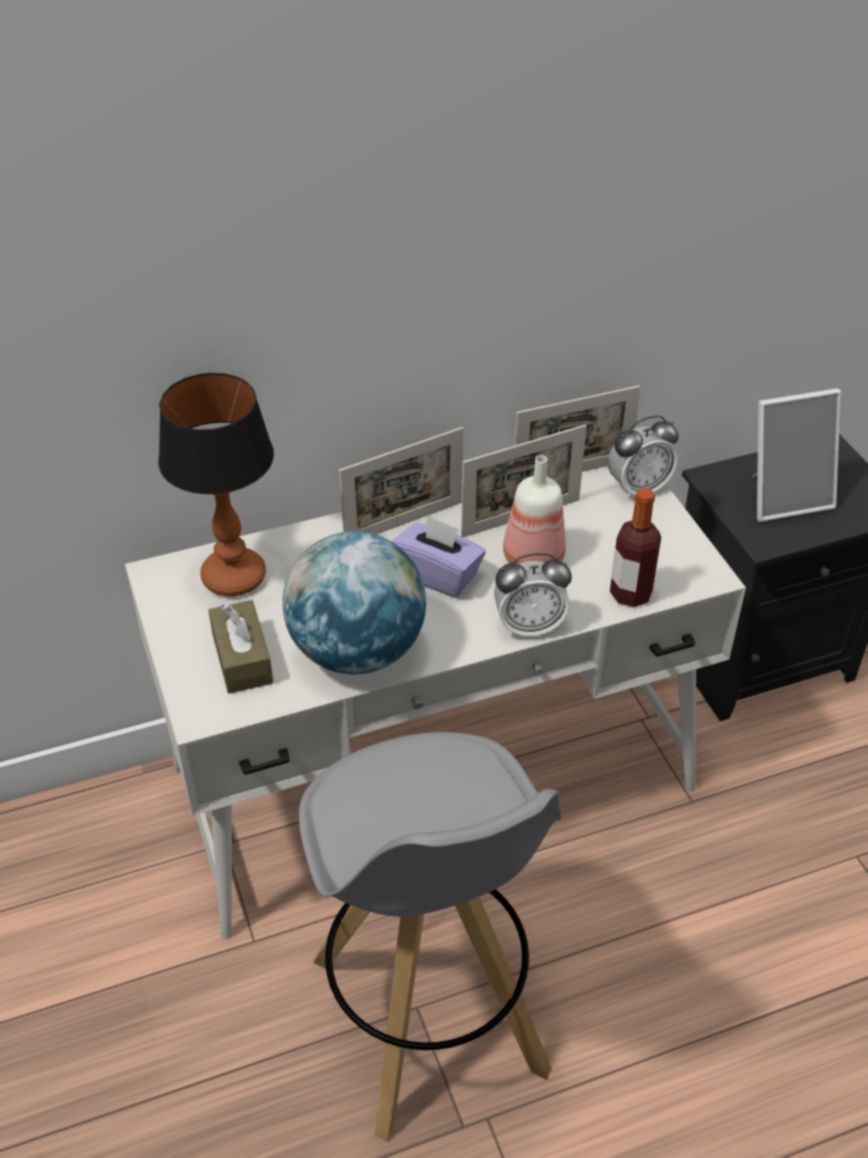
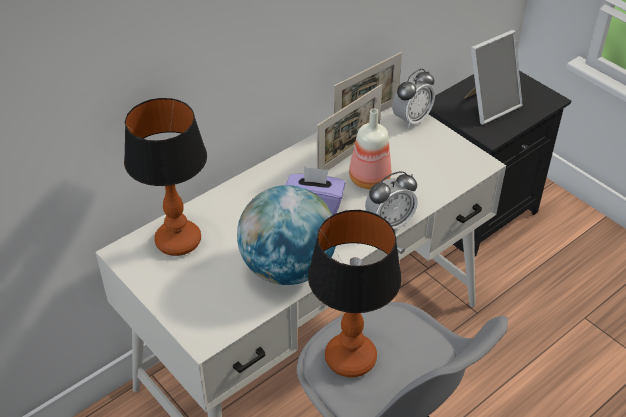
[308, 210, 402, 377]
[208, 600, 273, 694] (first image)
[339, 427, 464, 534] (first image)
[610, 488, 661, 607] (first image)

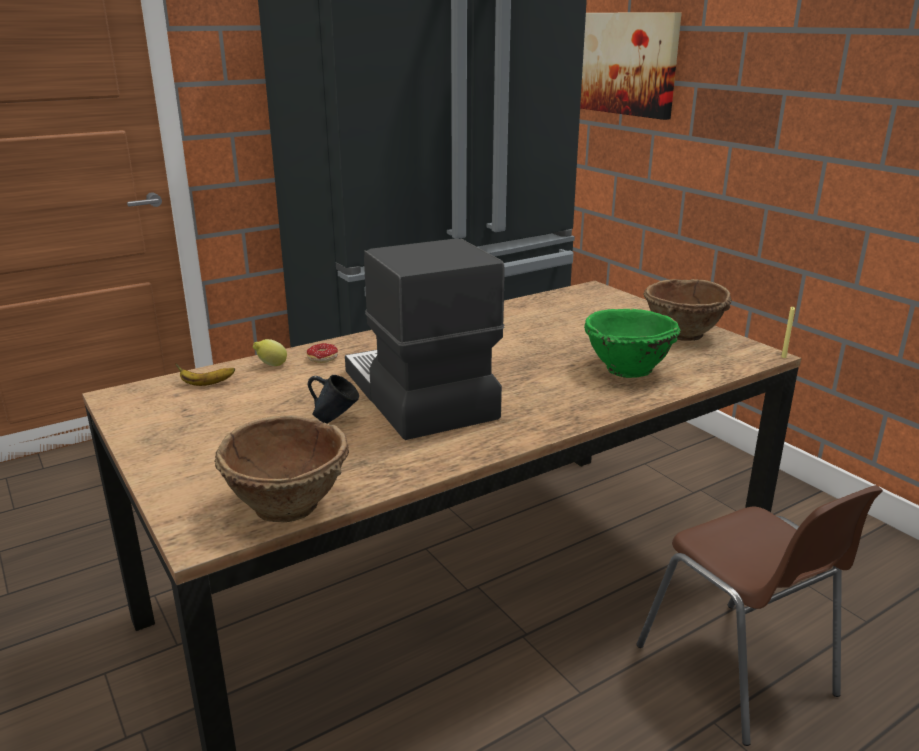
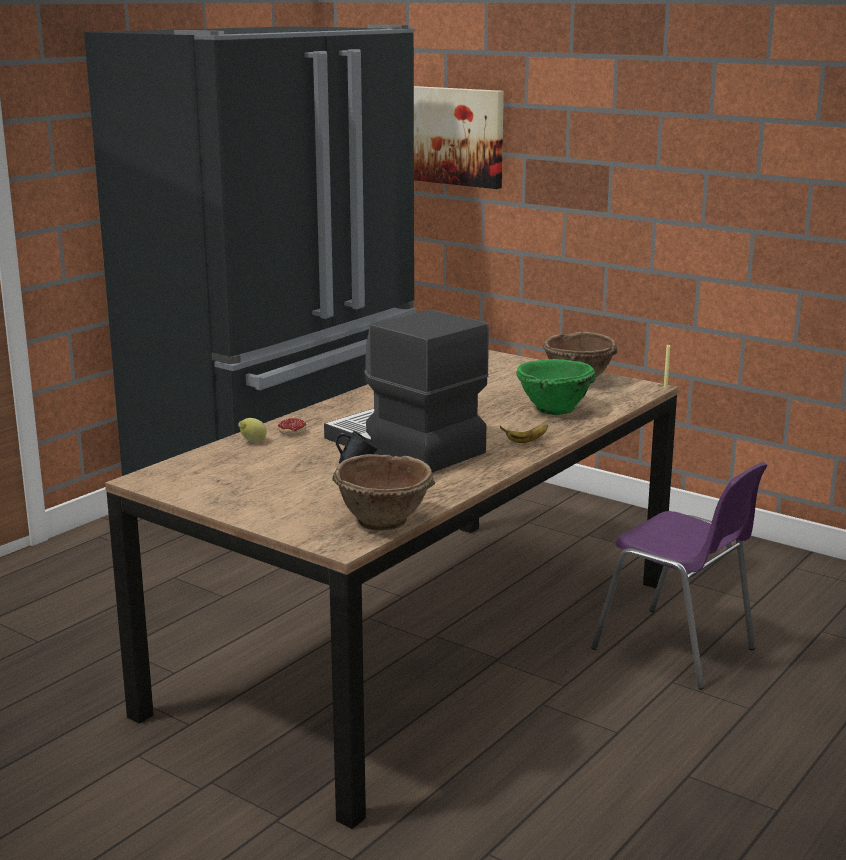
[500, 424, 548, 443]
[591, 462, 768, 690]

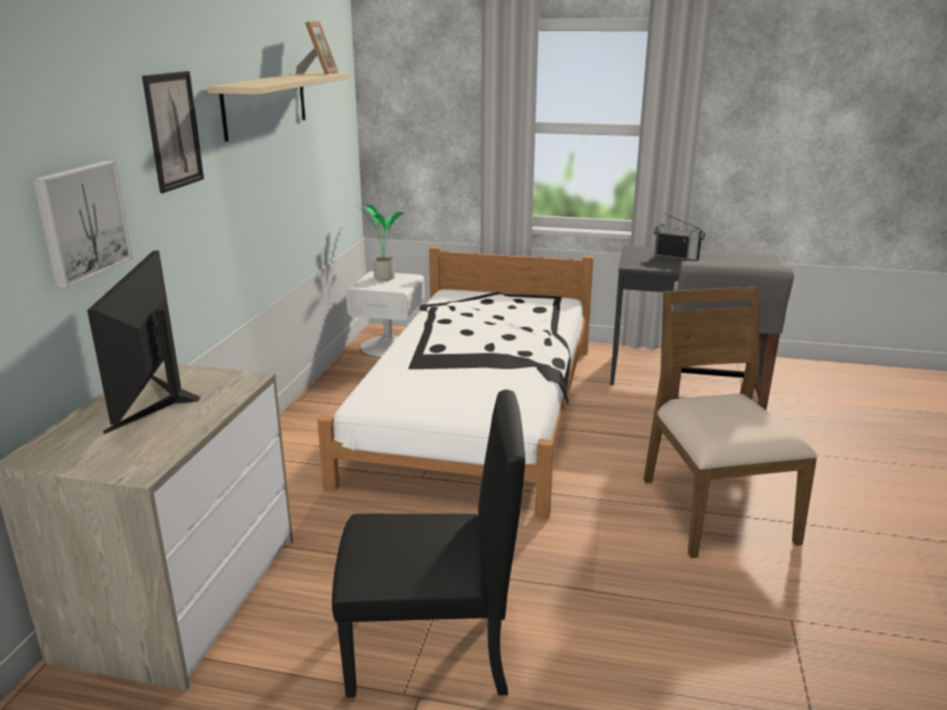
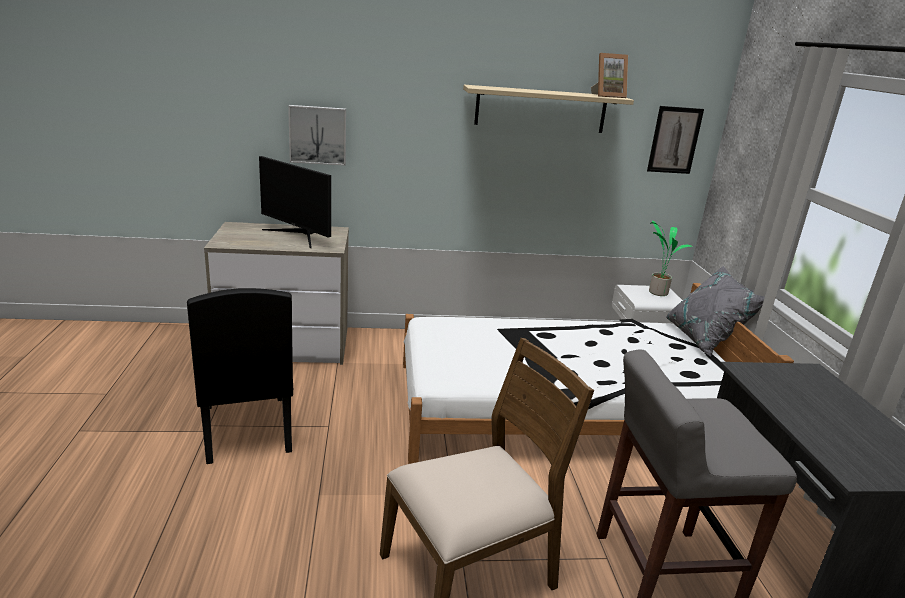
[259, 156, 331, 248]
[647, 106, 704, 174]
[666, 266, 765, 357]
[654, 213, 705, 261] (first image)

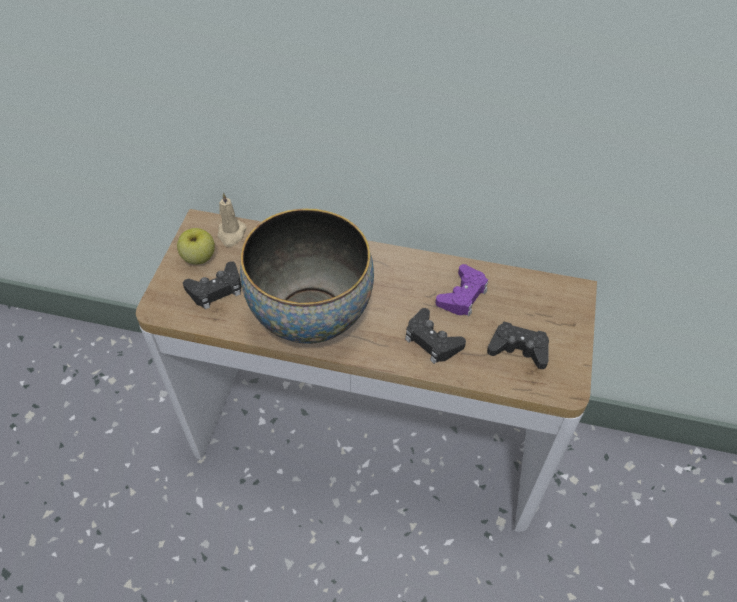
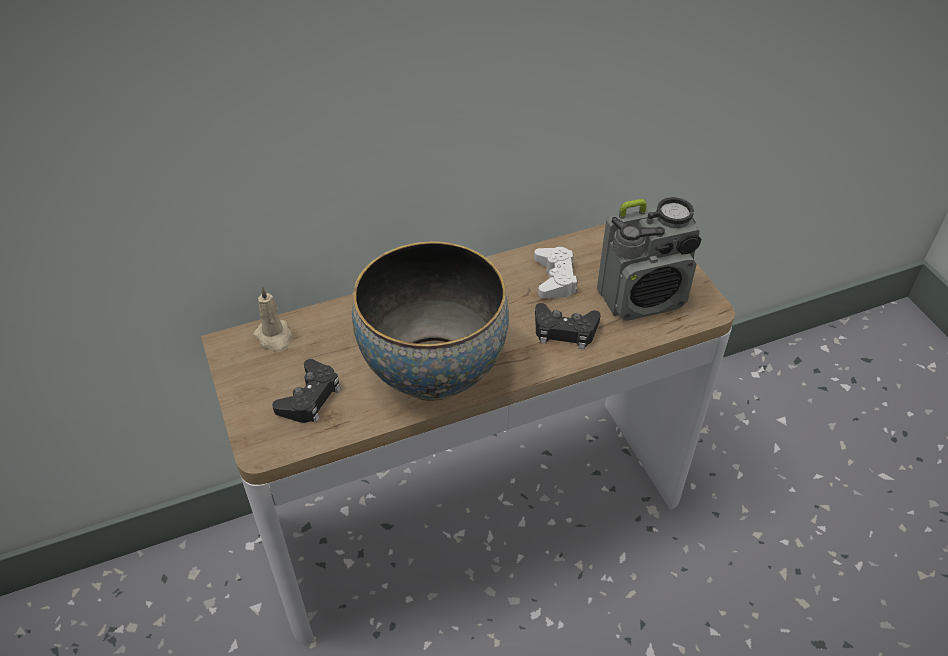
[534, 247, 577, 298]
[597, 197, 701, 320]
[177, 228, 215, 264] (first image)

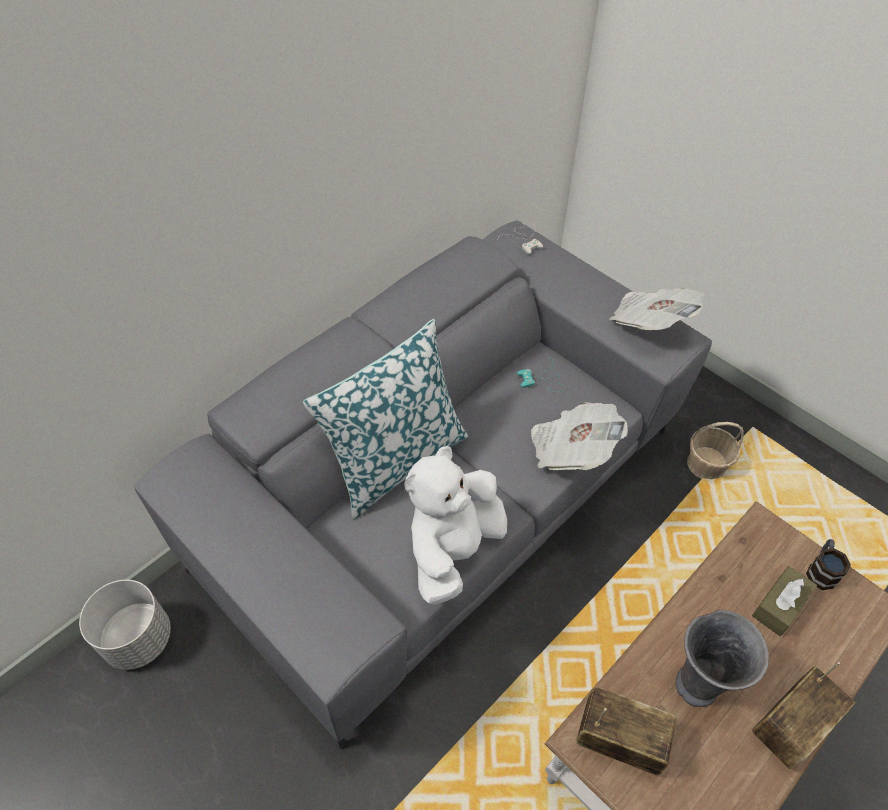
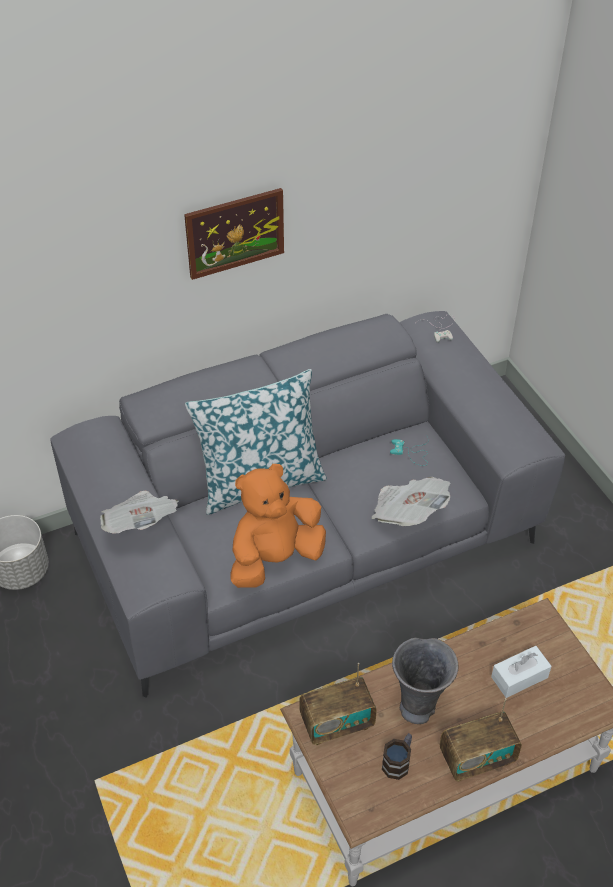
[100, 491, 178, 533]
[184, 188, 284, 280]
[231, 464, 326, 588]
[300, 663, 377, 745]
[382, 733, 412, 780]
[491, 646, 551, 698]
[687, 422, 744, 479] (first image)

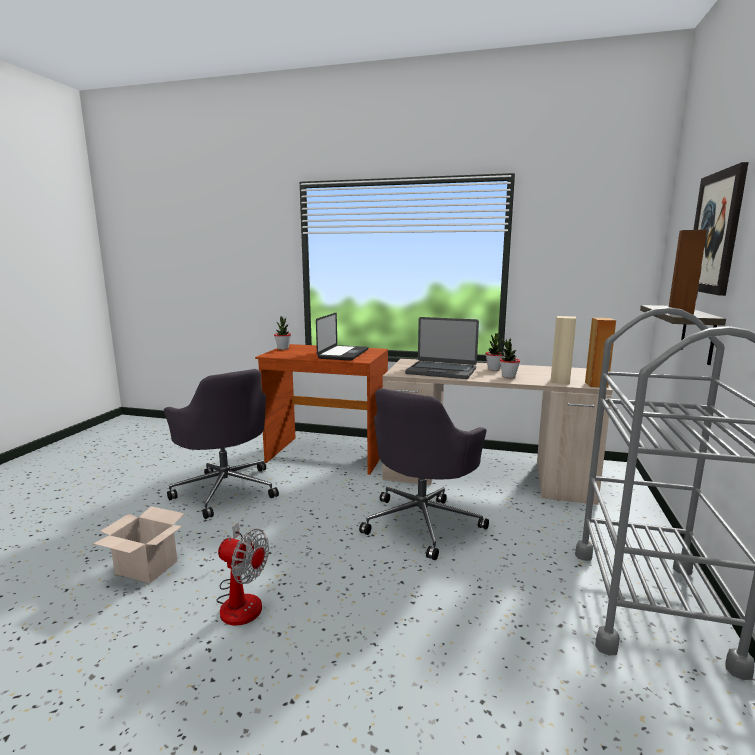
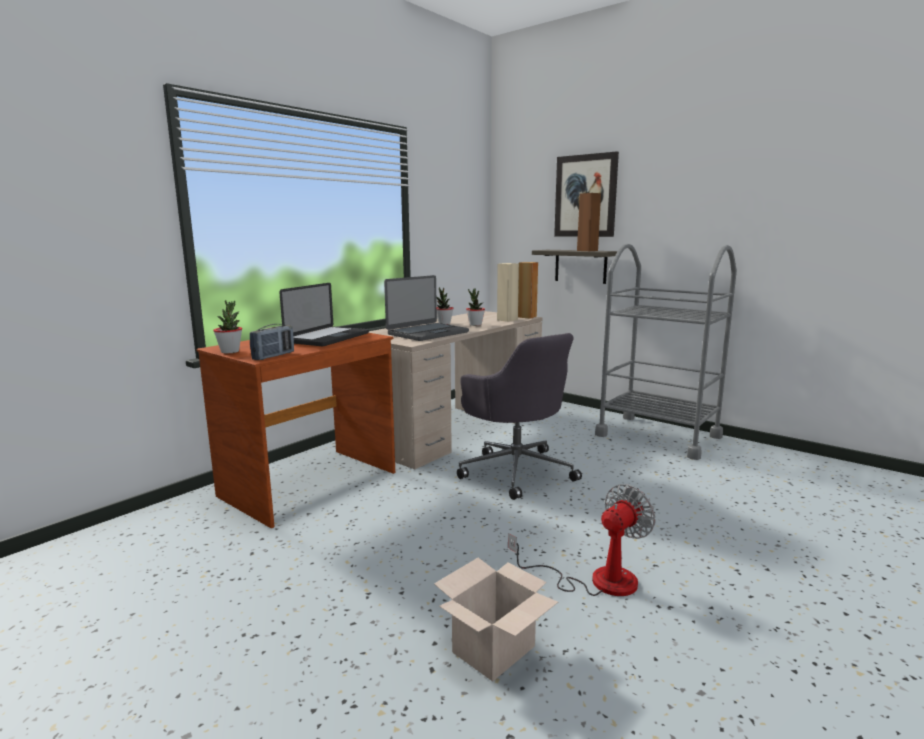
[250, 324, 294, 360]
[279, 283, 369, 346]
[164, 369, 279, 519] (first image)

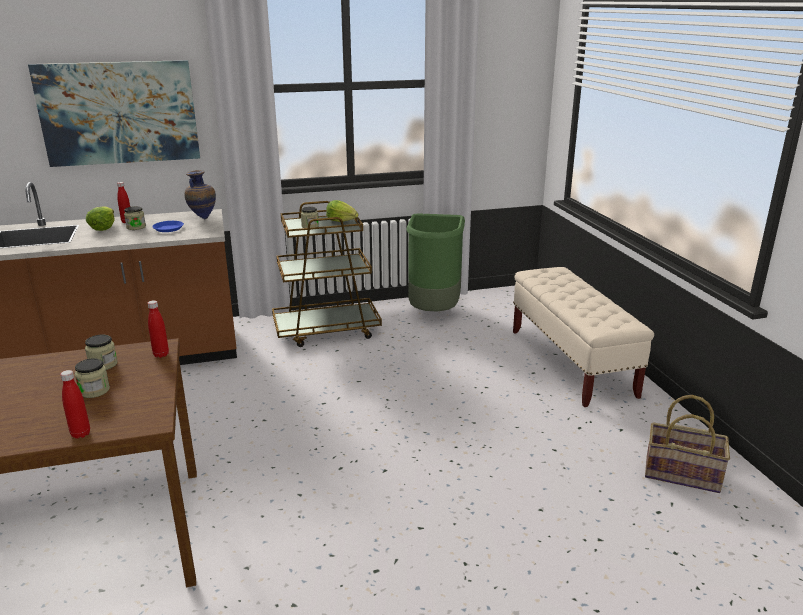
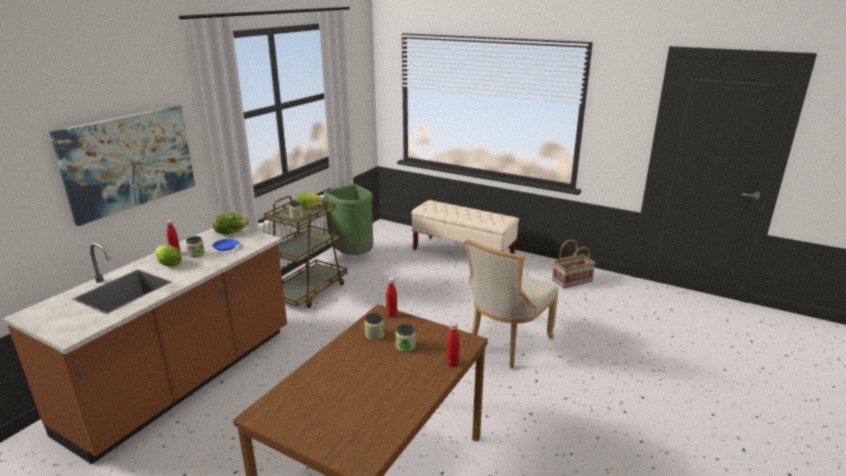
[212, 213, 249, 234]
[465, 239, 558, 369]

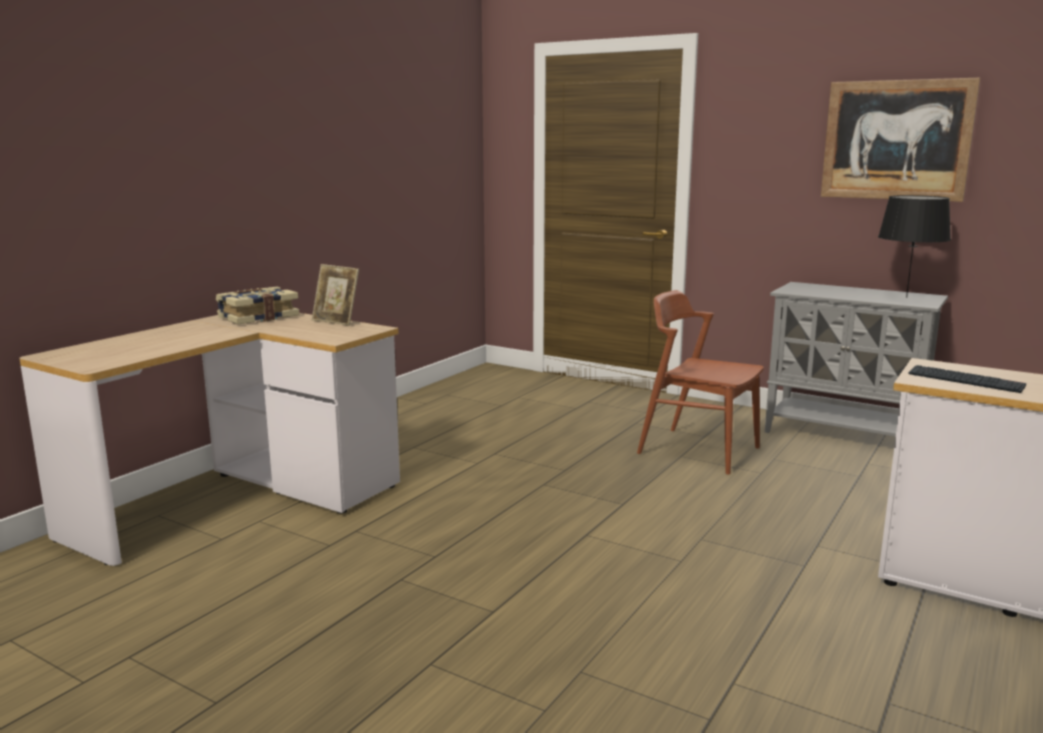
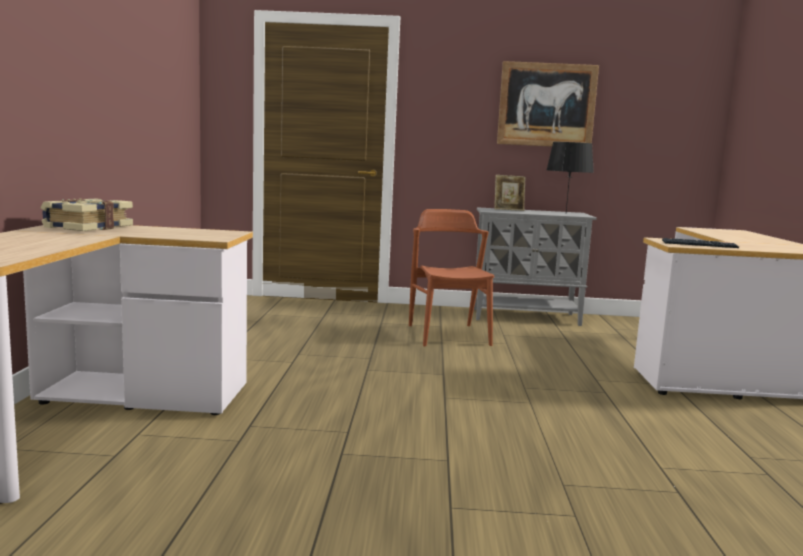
[409, 209, 494, 346]
[494, 175, 526, 211]

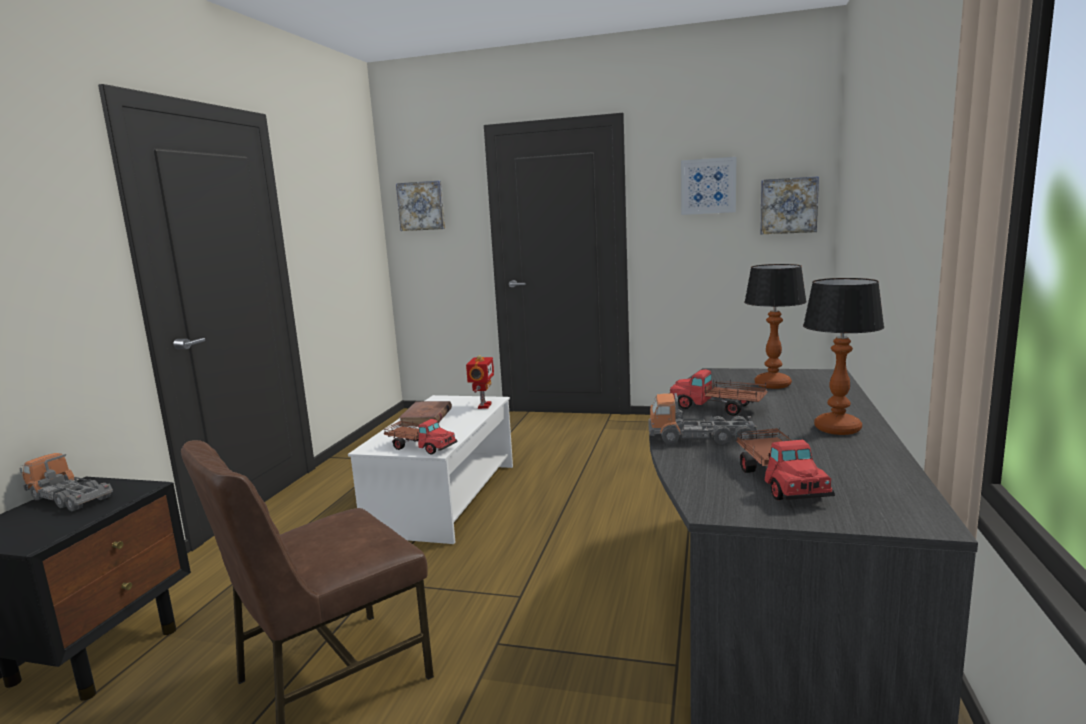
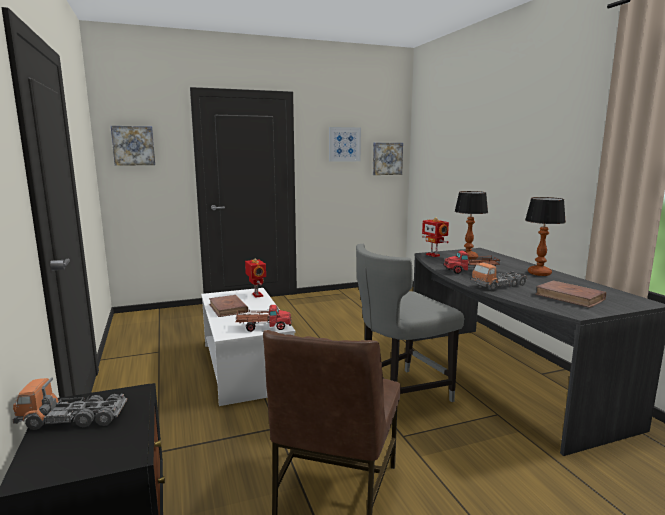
[356, 244, 464, 402]
[422, 217, 449, 257]
[535, 281, 606, 308]

